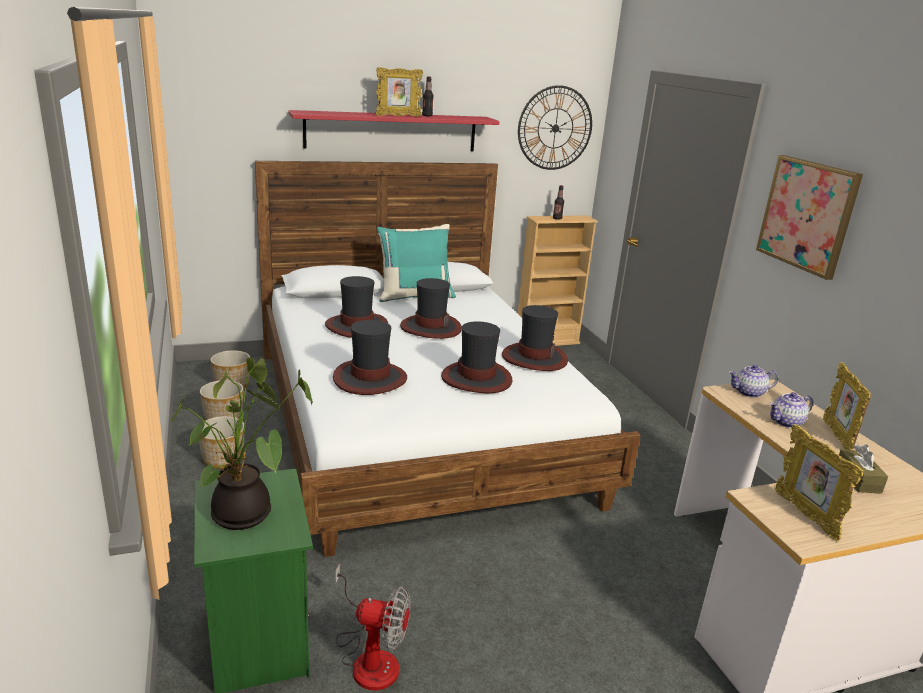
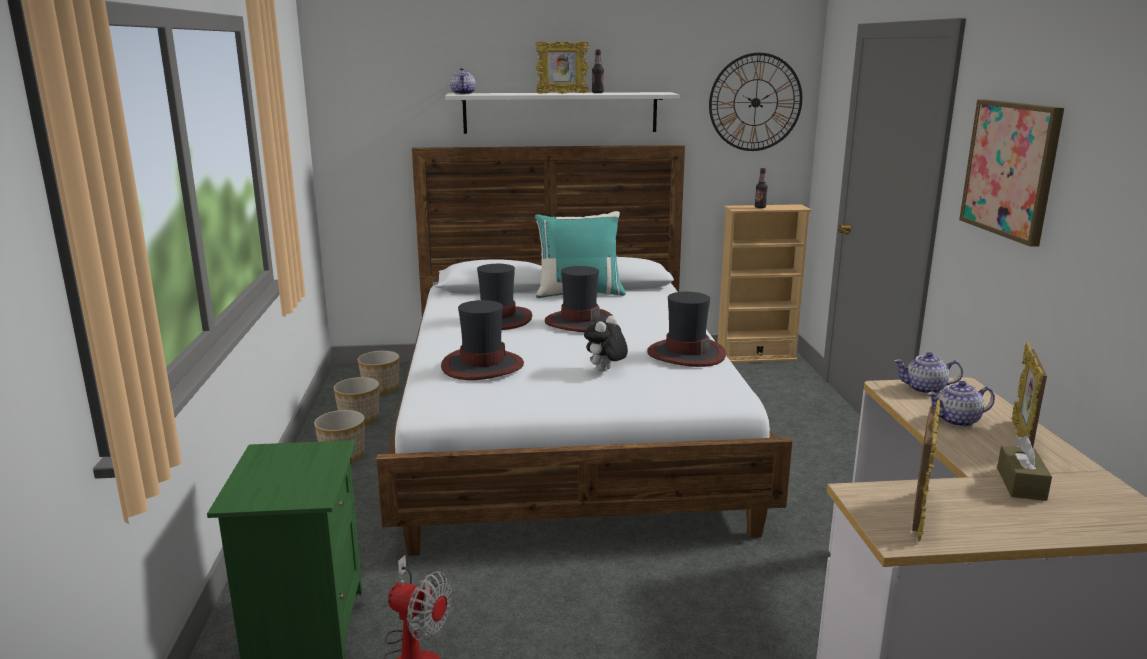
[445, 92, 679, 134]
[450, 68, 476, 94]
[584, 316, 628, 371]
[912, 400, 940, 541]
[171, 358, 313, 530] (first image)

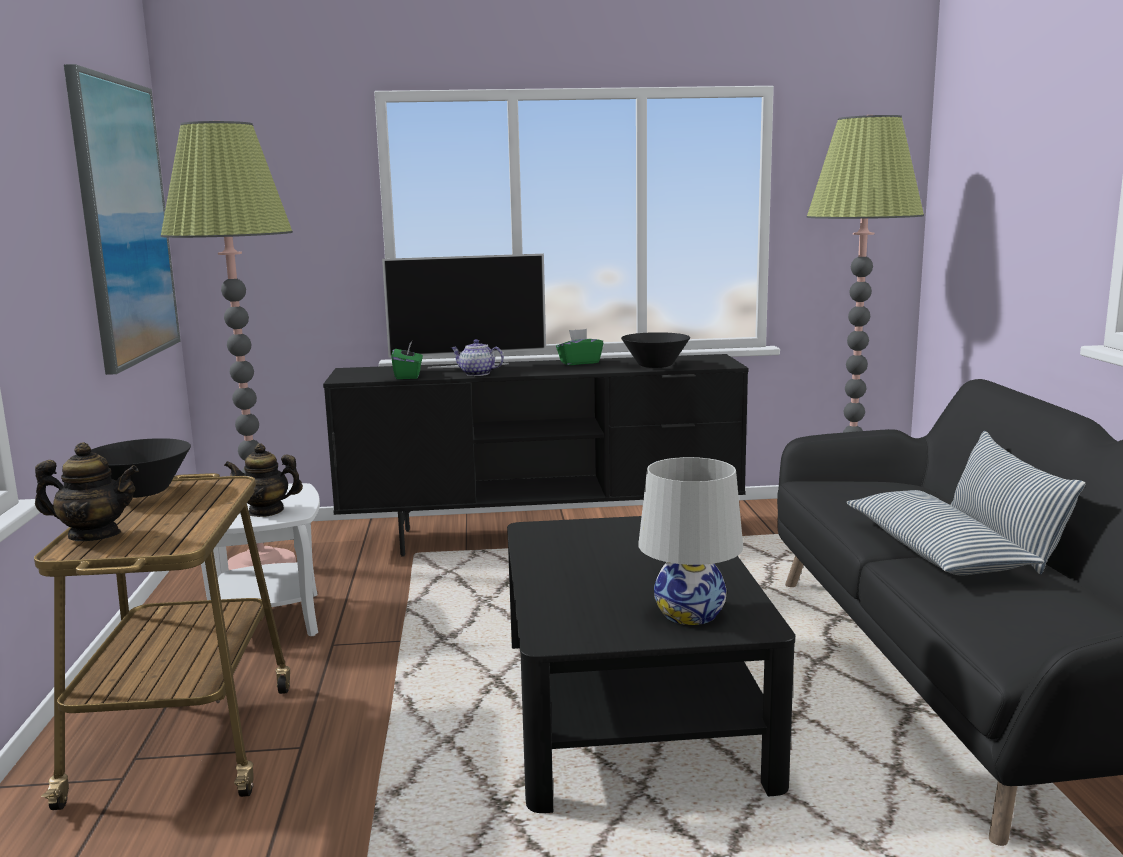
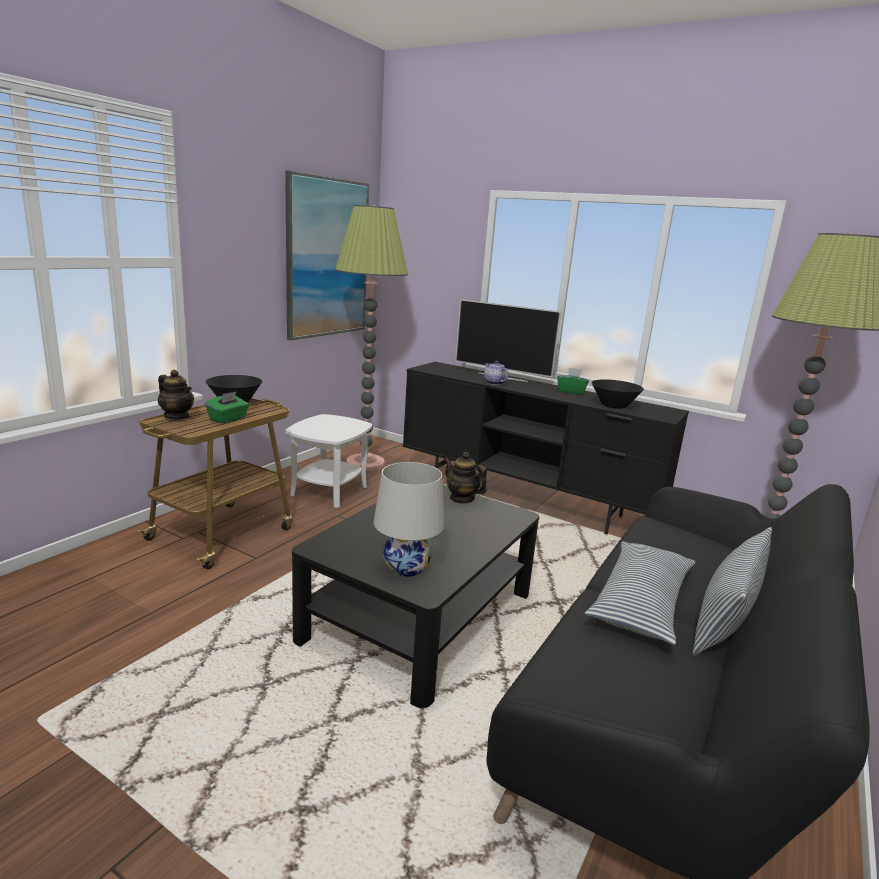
[205, 392, 249, 424]
[444, 452, 487, 504]

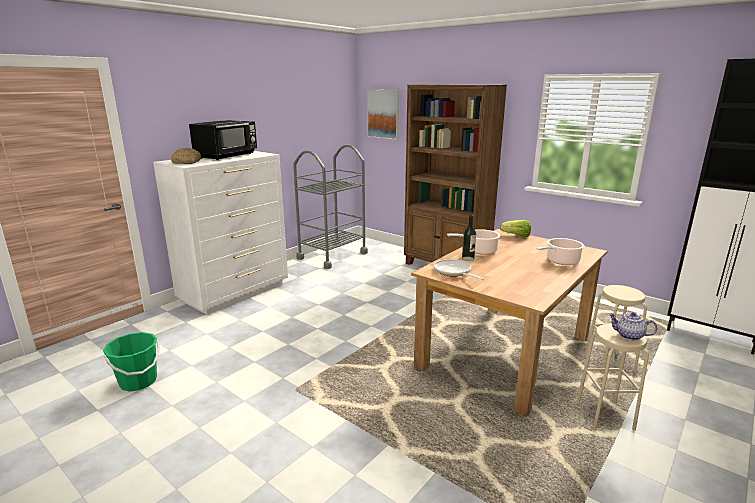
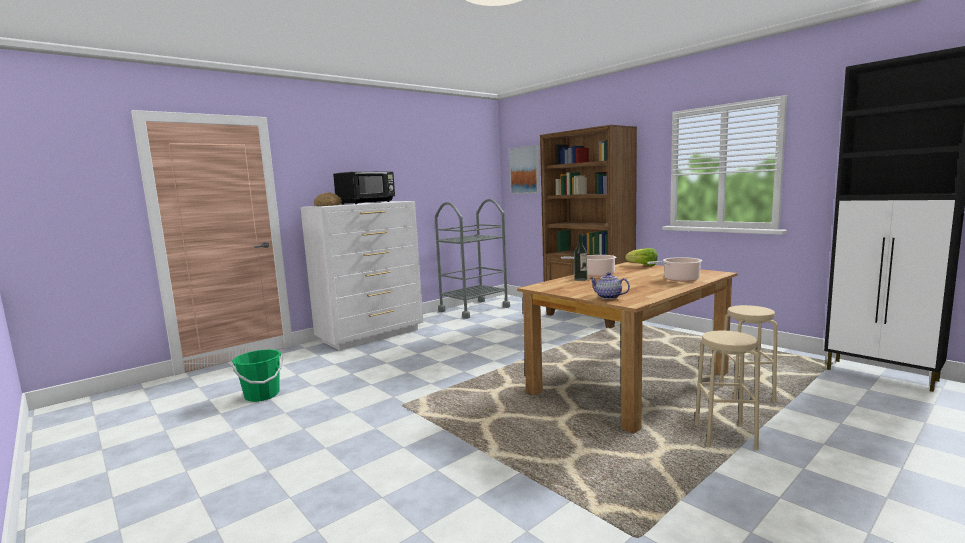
[590, 272, 630, 299]
[434, 259, 484, 280] (first image)

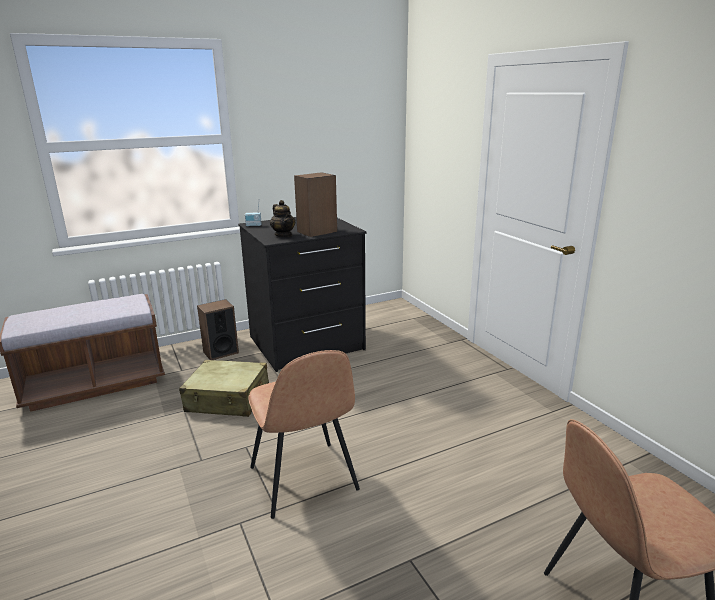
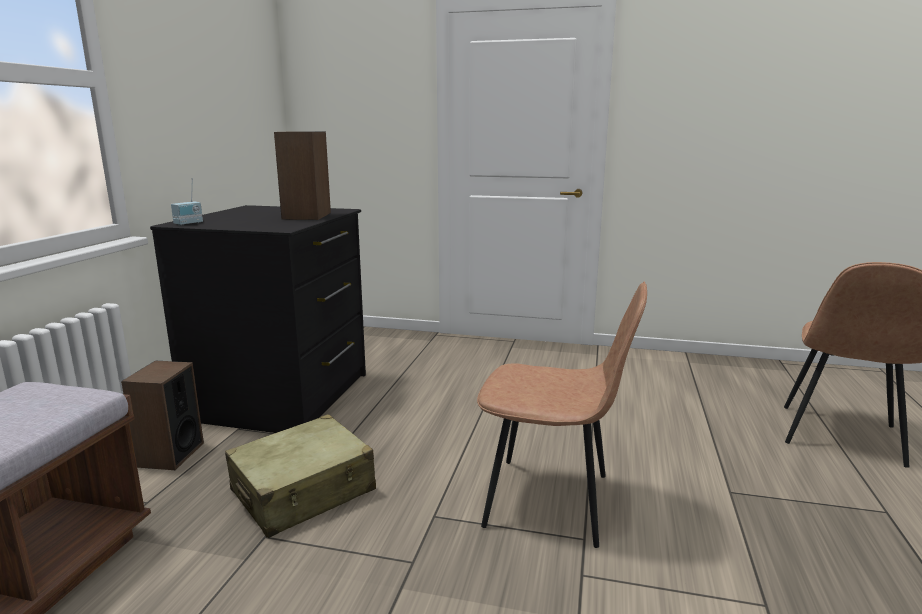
[270, 200, 295, 237] (first image)

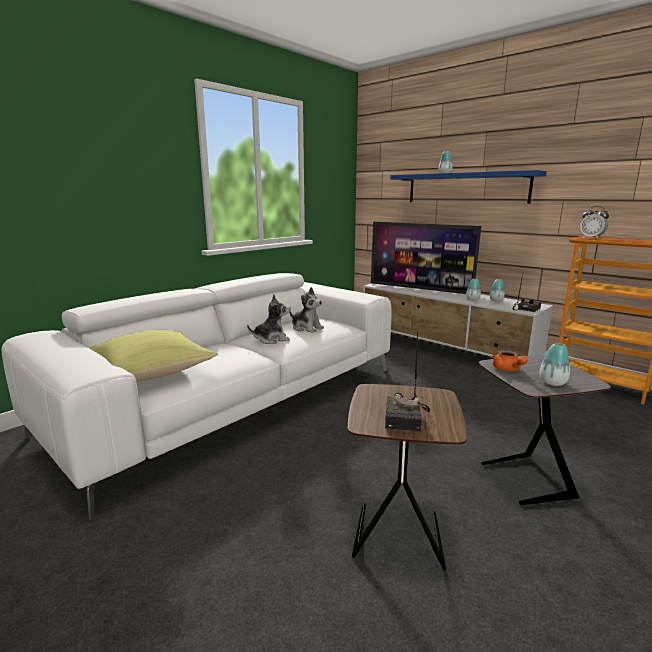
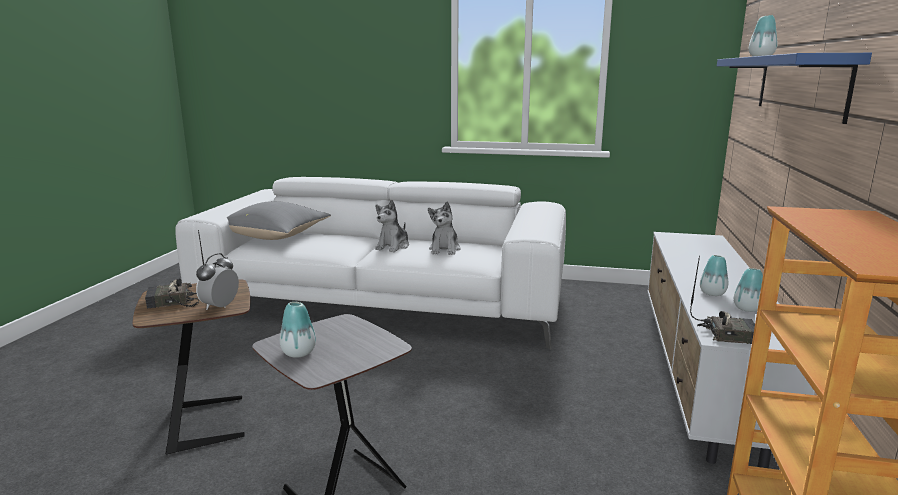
[196, 253, 239, 310]
[227, 201, 331, 240]
[375, 200, 409, 252]
[371, 222, 481, 294] (first image)
[492, 350, 527, 371] (first image)

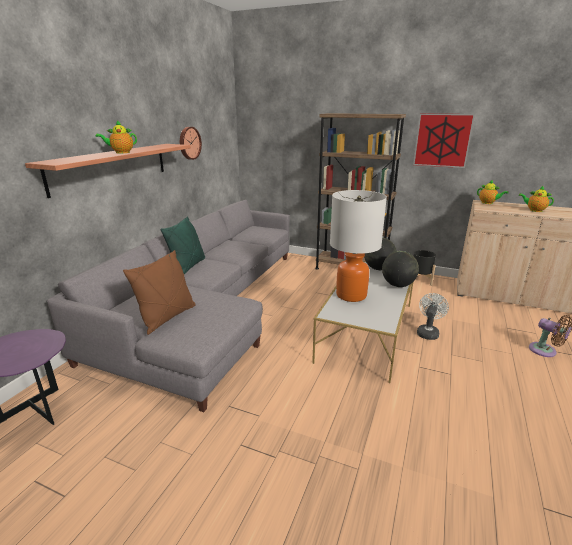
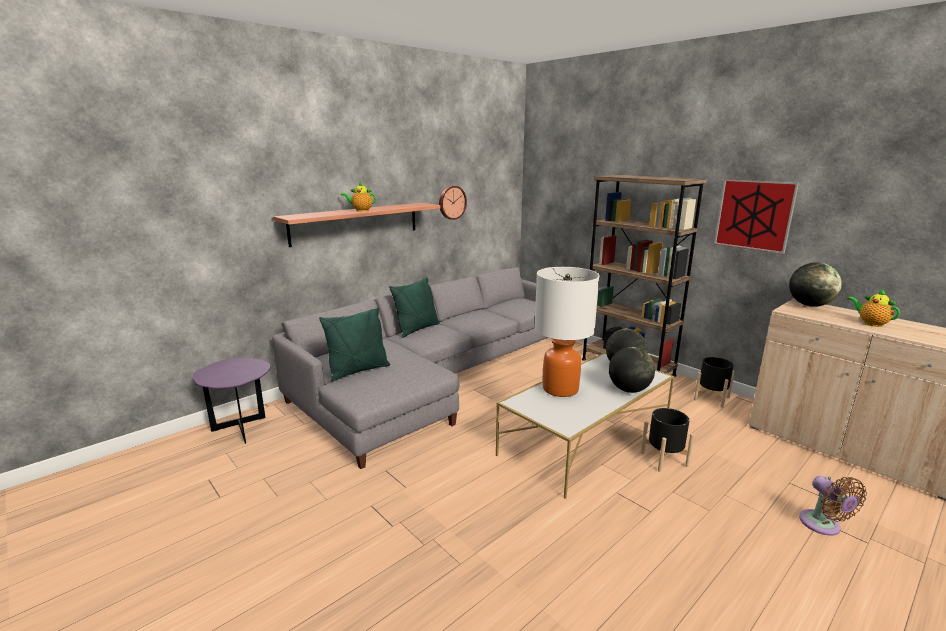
[319, 307, 390, 382]
[641, 408, 695, 472]
[789, 262, 842, 307]

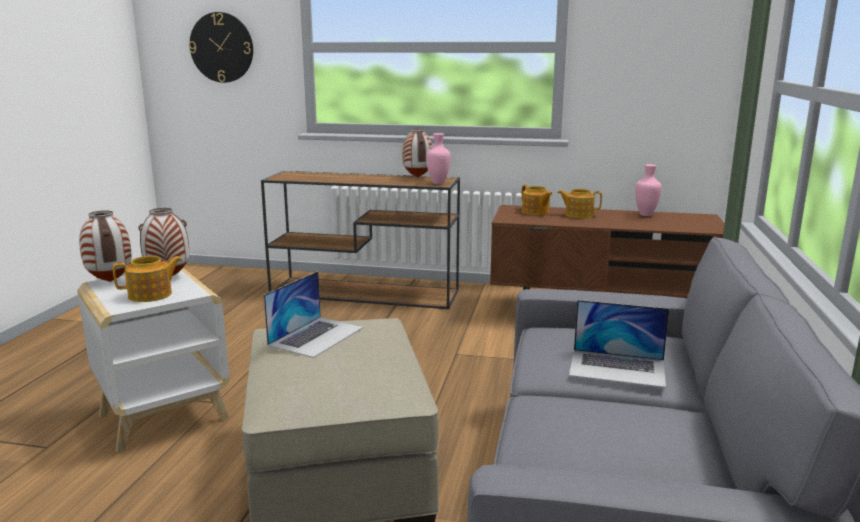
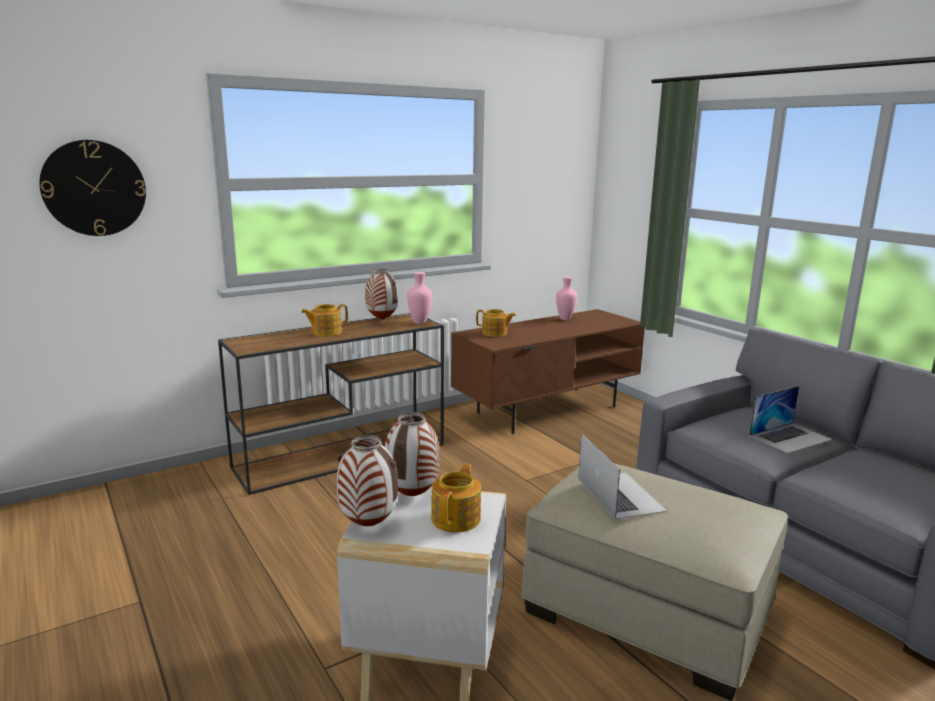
[301, 304, 348, 336]

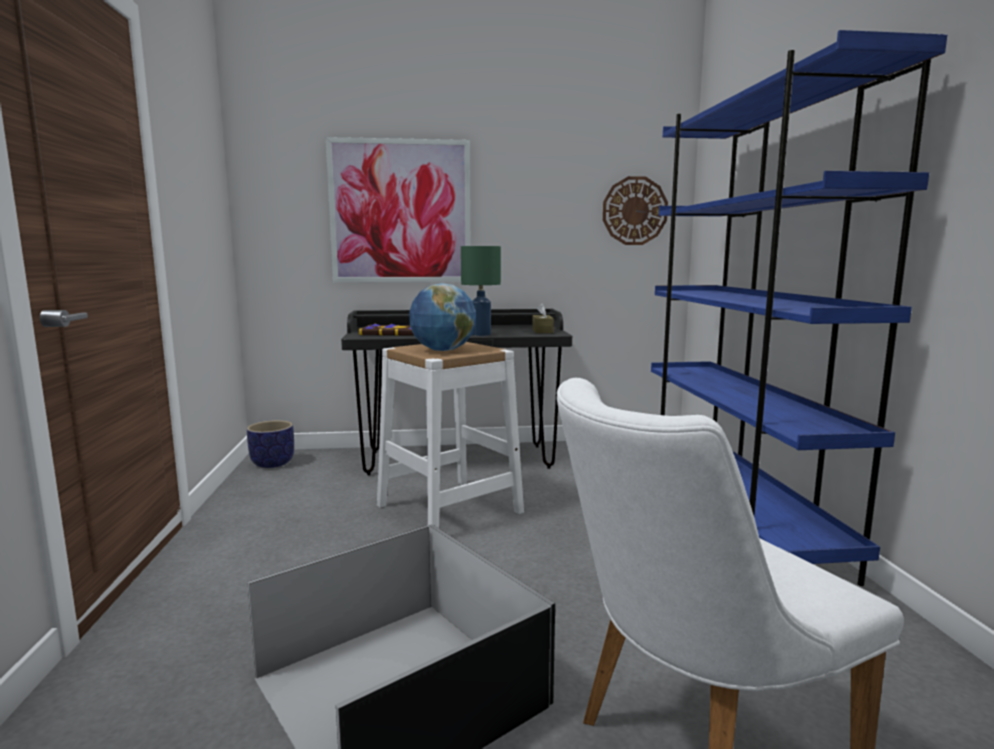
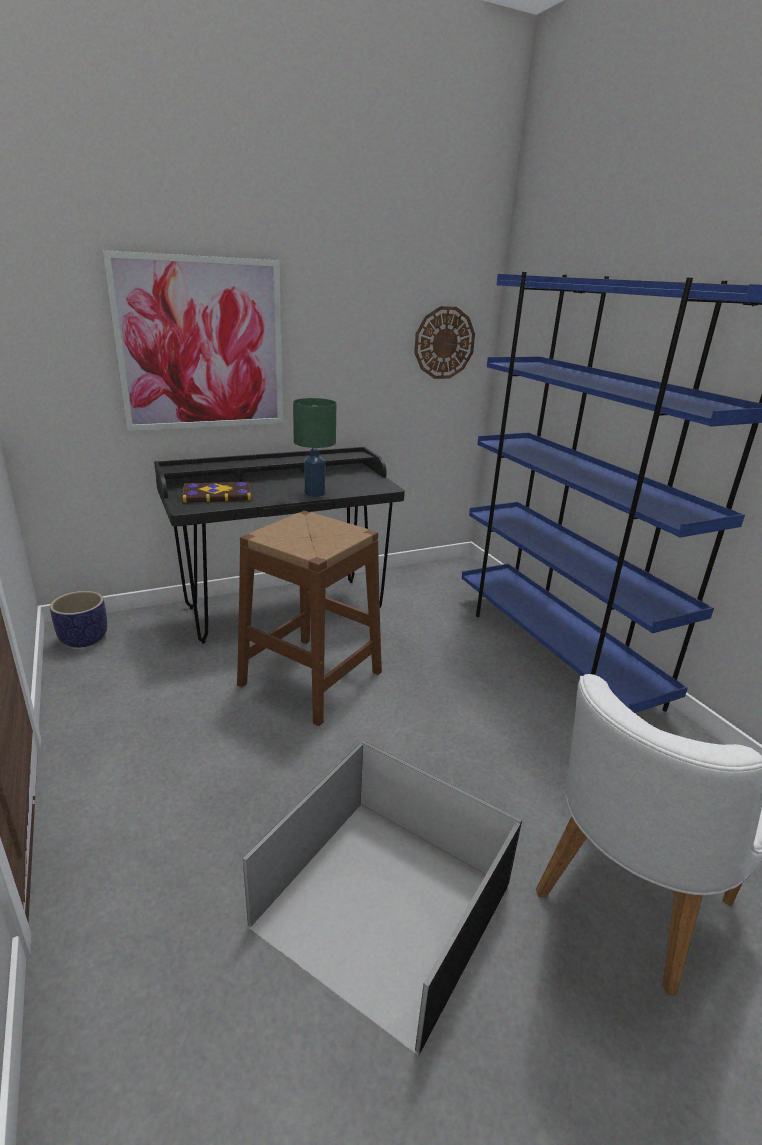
[237, 511, 382, 726]
[409, 283, 476, 351] (first image)
[532, 303, 554, 333] (first image)

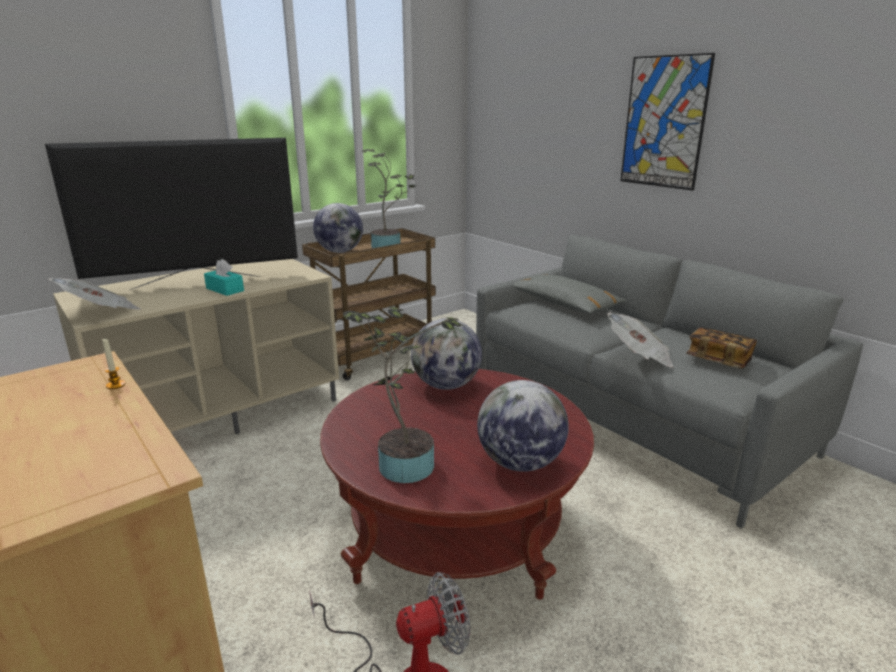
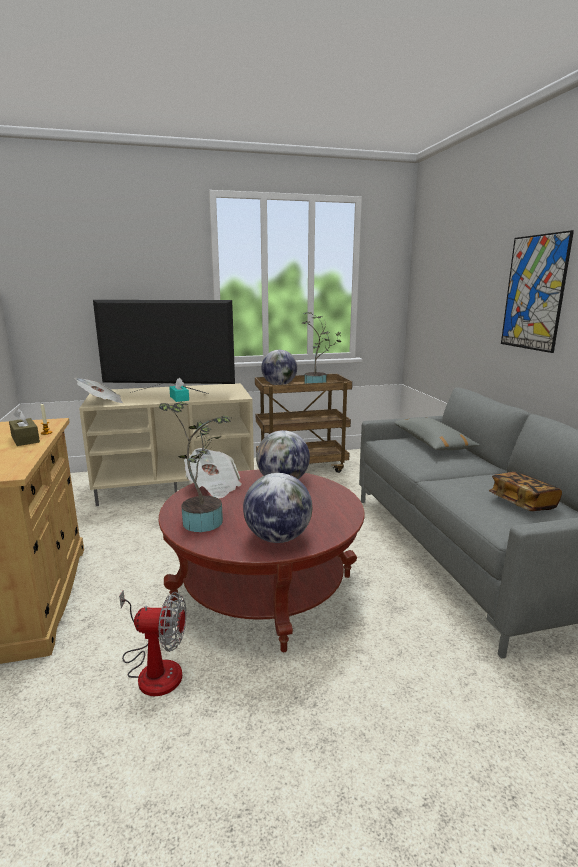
[9, 408, 40, 446]
[184, 448, 242, 499]

